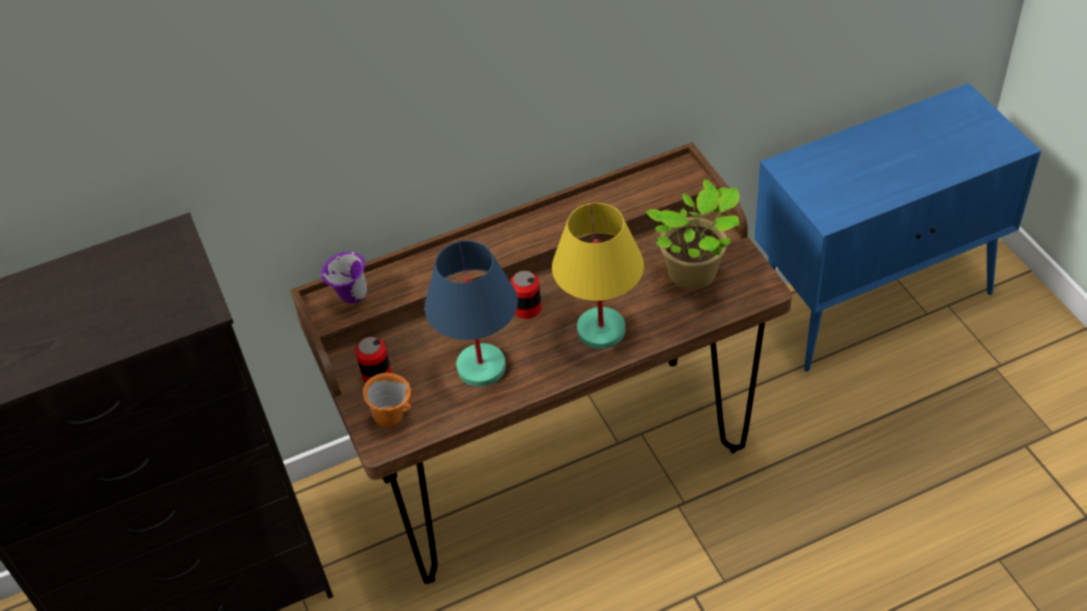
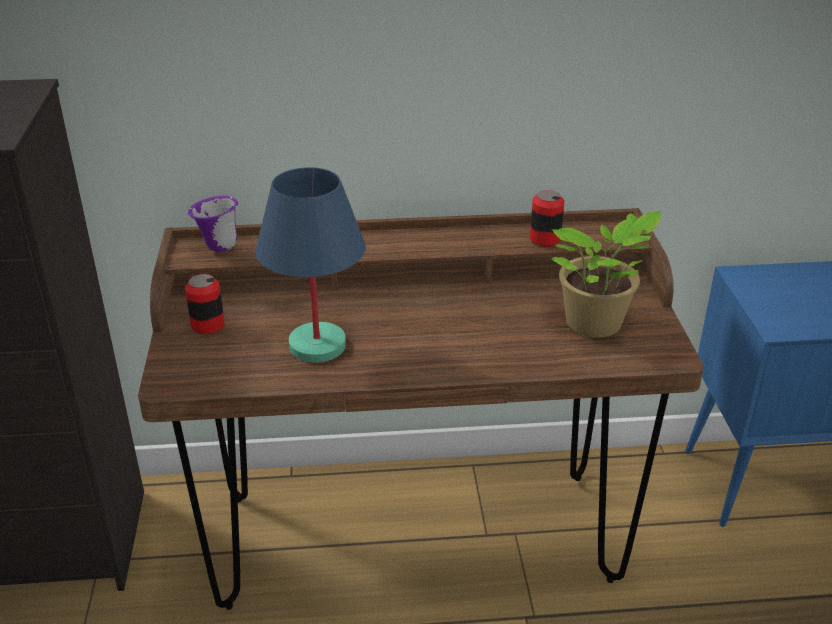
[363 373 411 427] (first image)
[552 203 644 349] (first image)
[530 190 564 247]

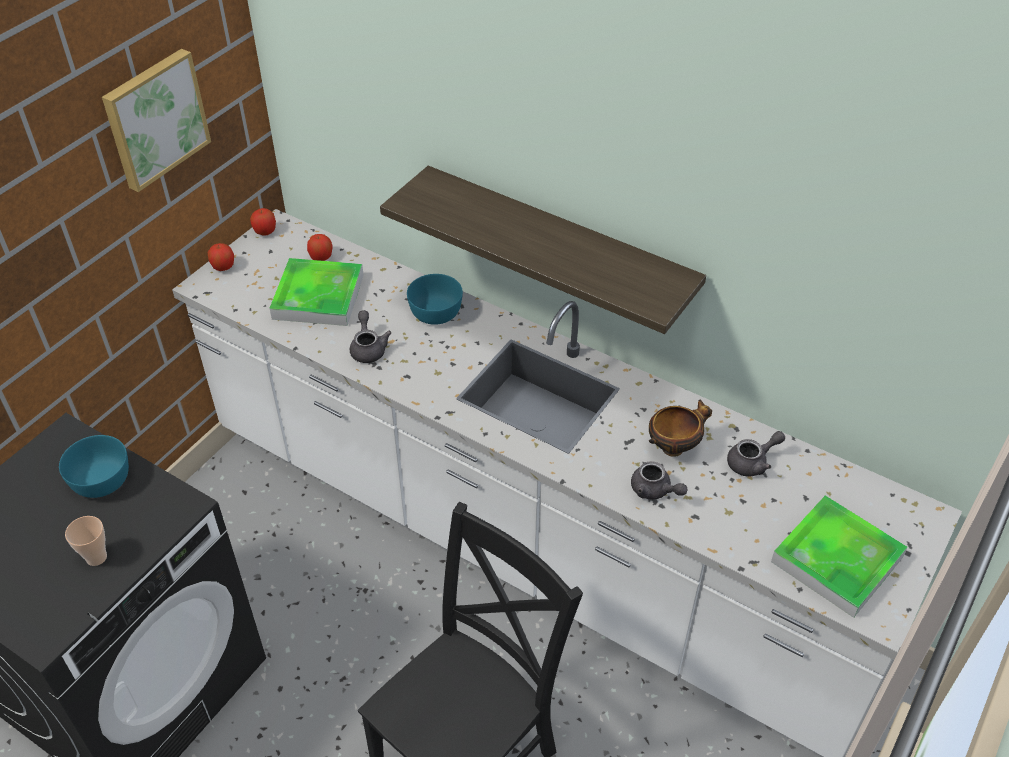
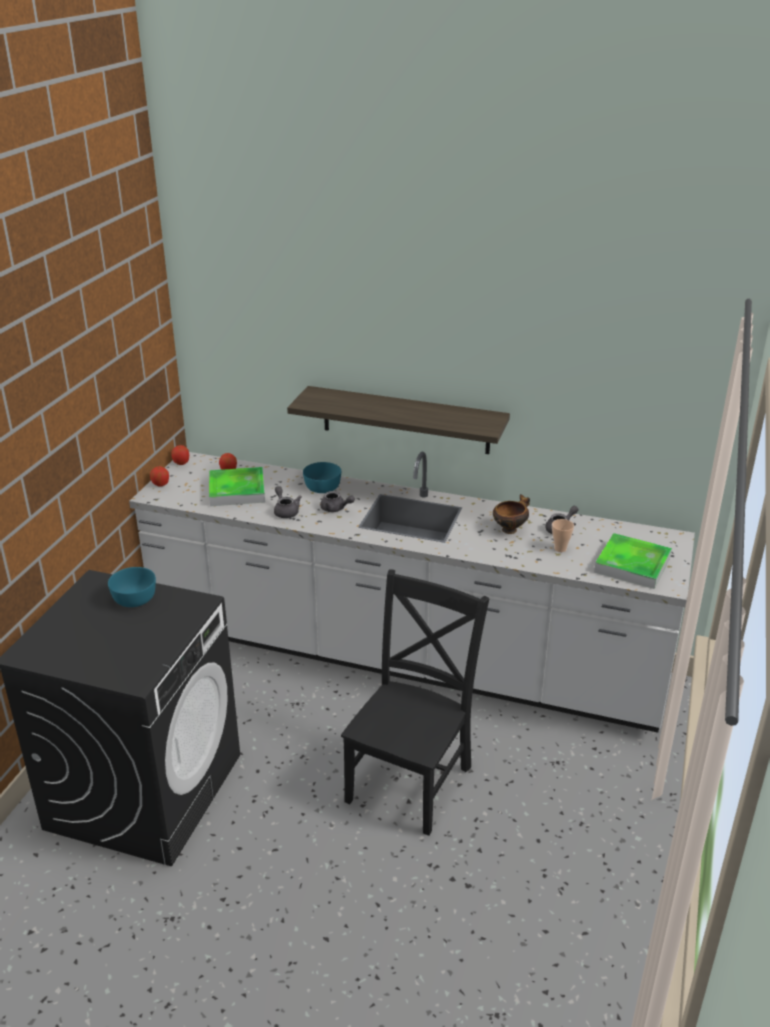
[102 49 211 192] (first image)
[552 519 574 552]
[320 491 355 512]

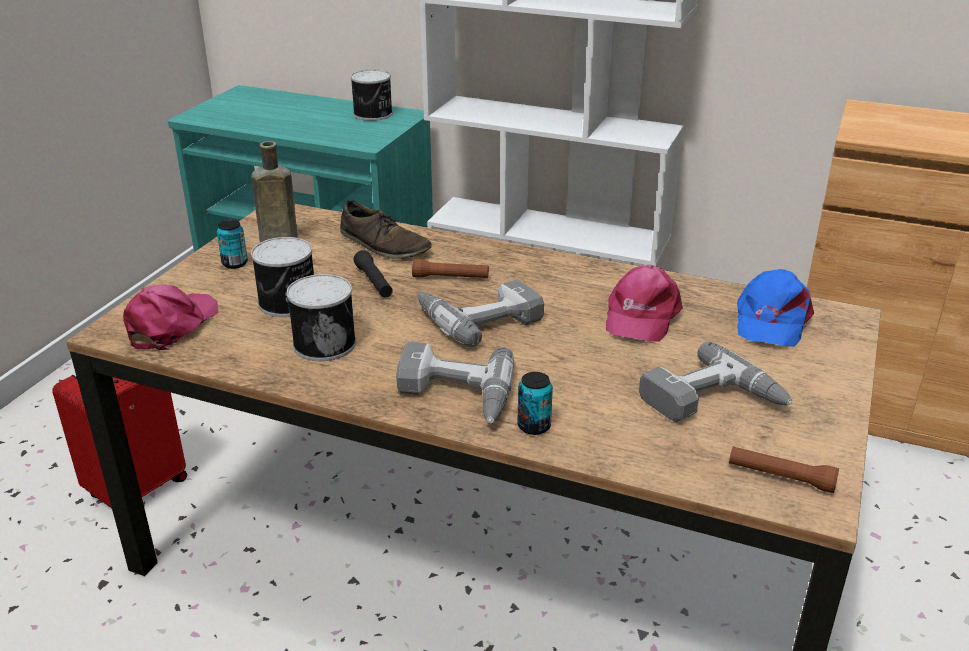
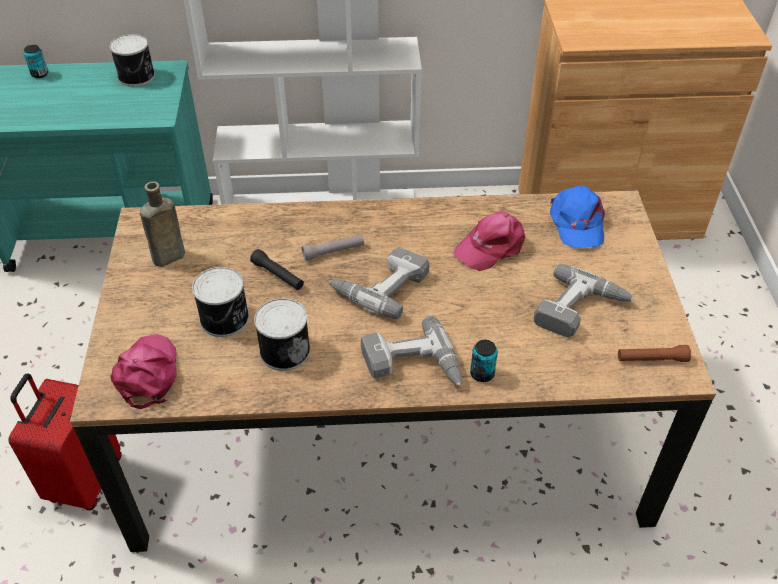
[340 200 432 259] (first image)
[24 45 48 78]
[302 235 364 261]
[453 211 526 271]

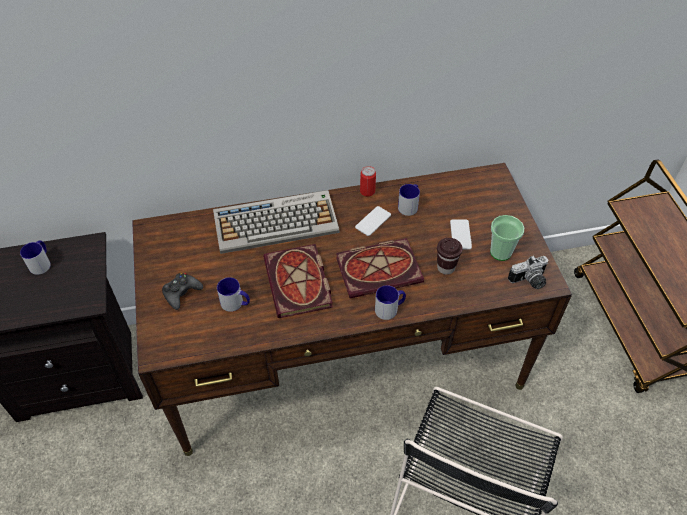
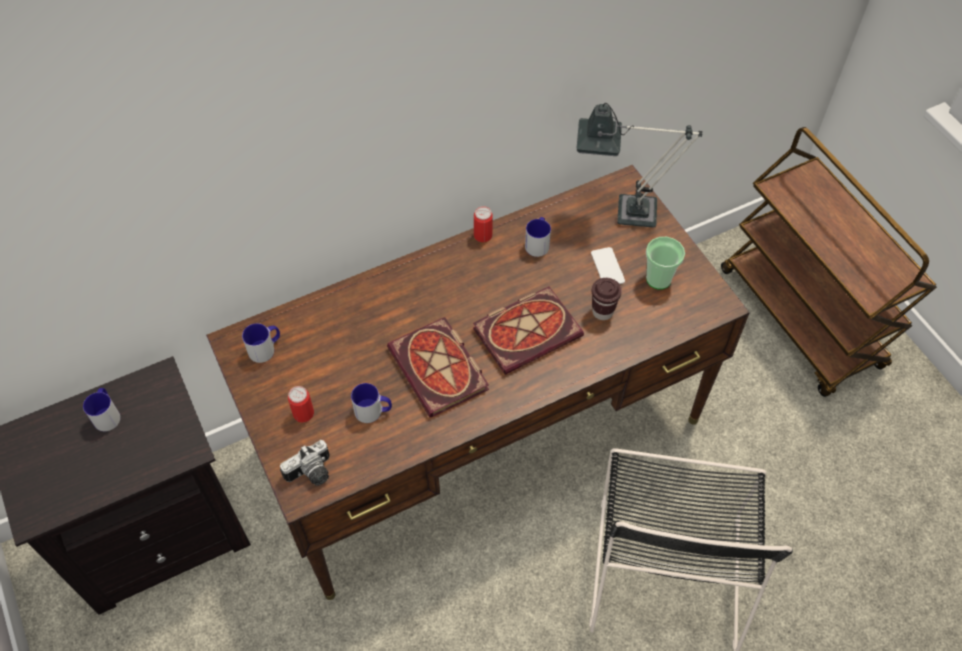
[213 190 339 254] (first image)
[355 206 391 236] (first image)
[576 103 702 228]
[242 323 280 363]
[280 440 330 486]
[288 386 314 423]

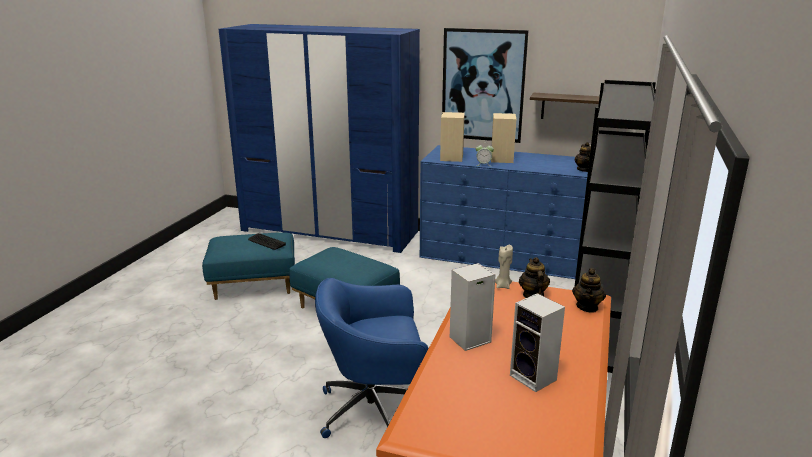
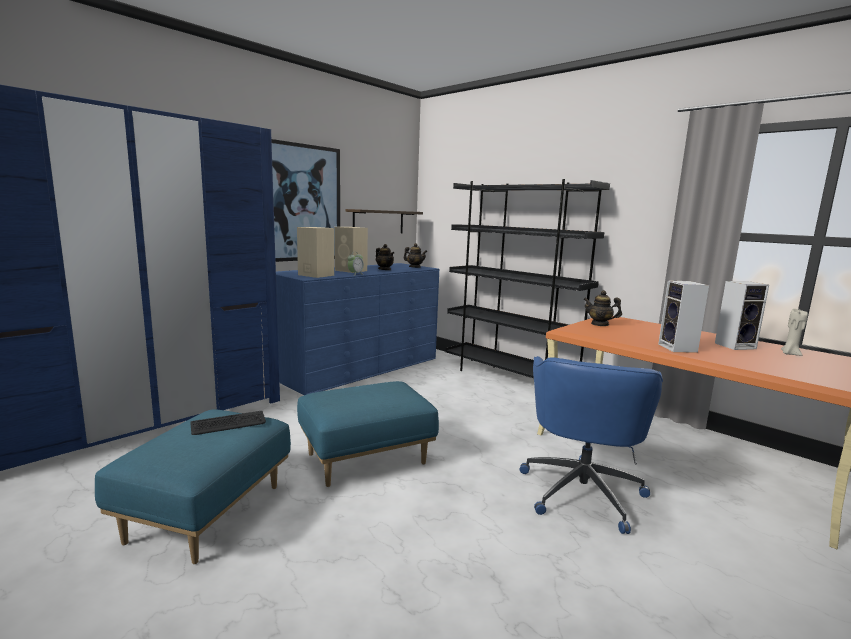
[781 309 808 356]
[376 244 394 270]

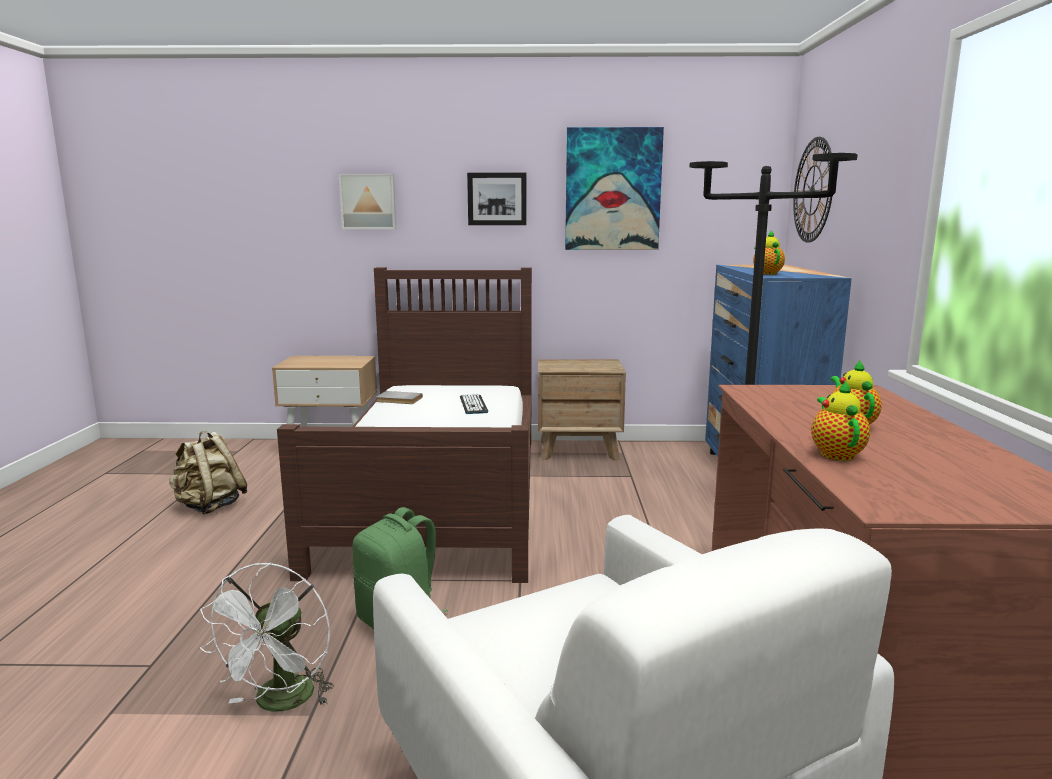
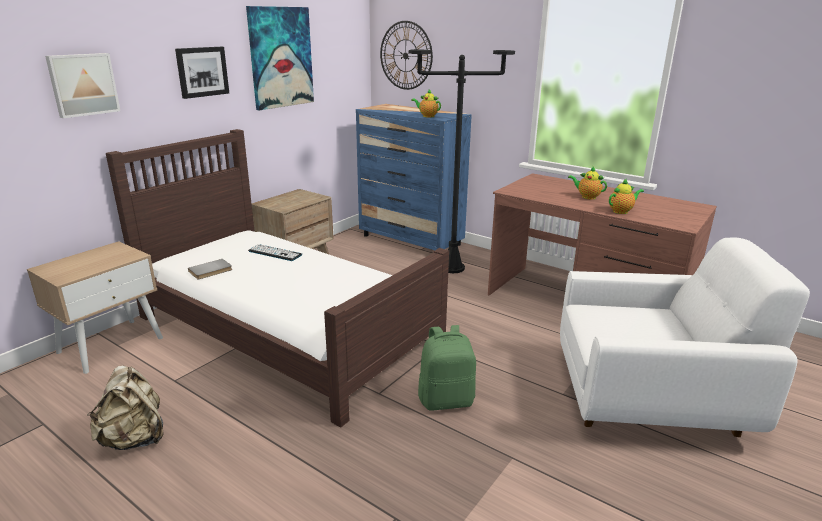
[199 562 334 712] (first image)
[609 179 644 214]

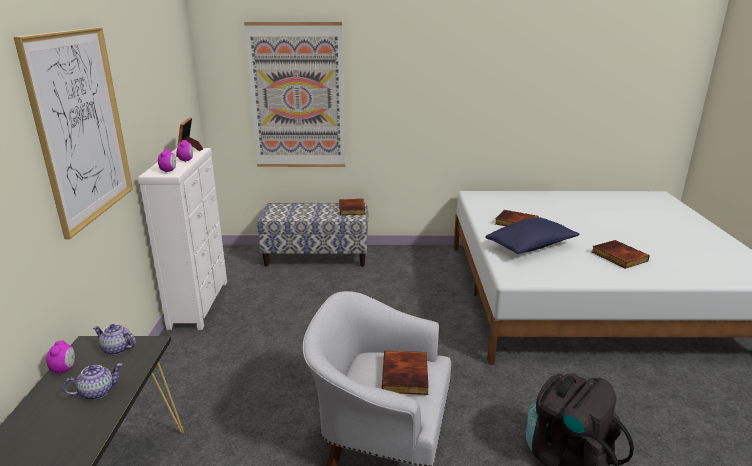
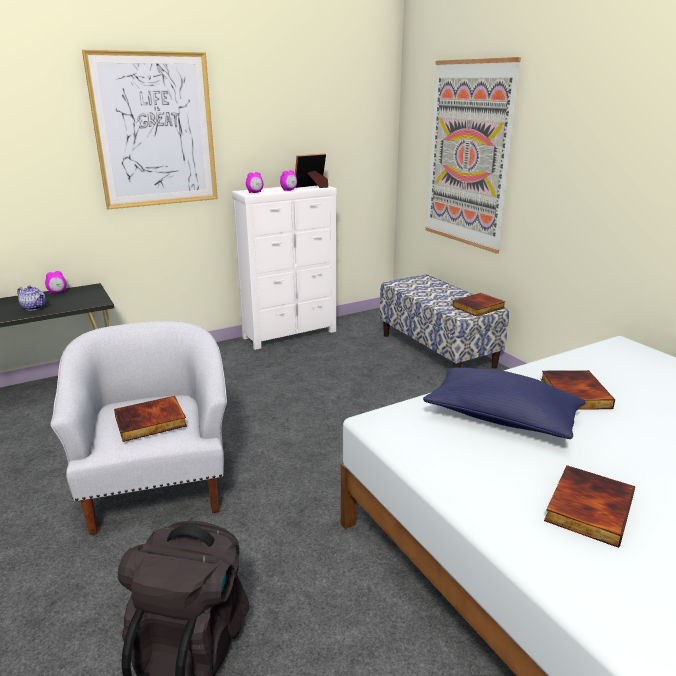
[93 324 136 355] (first image)

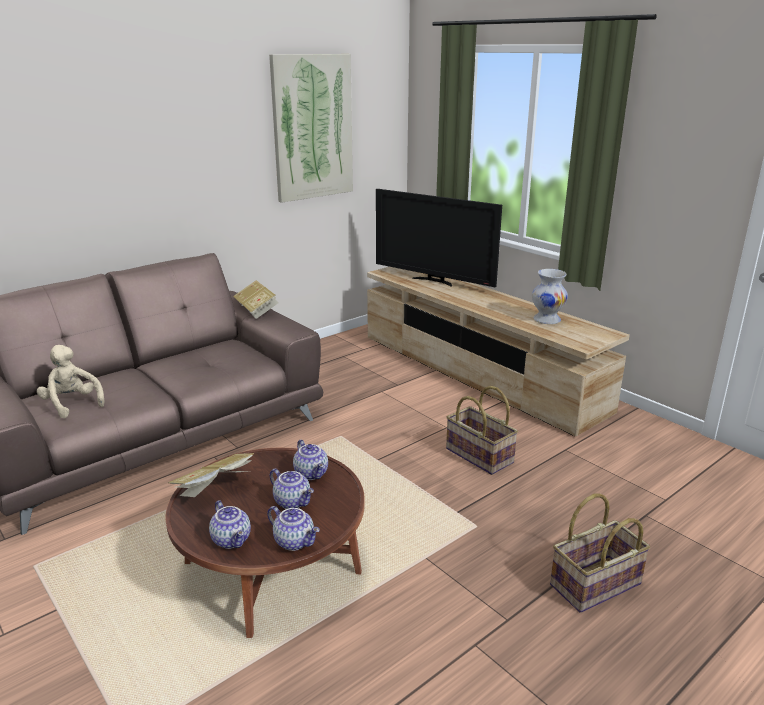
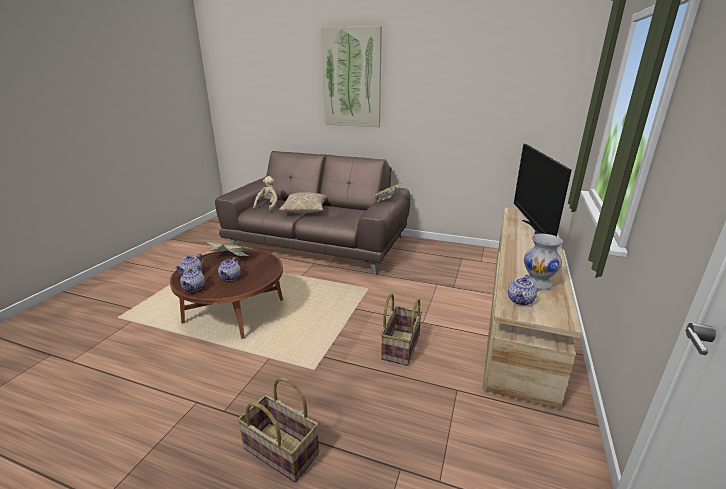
[279 192 327 213]
[321 26 382 127]
[508 275 537 306]

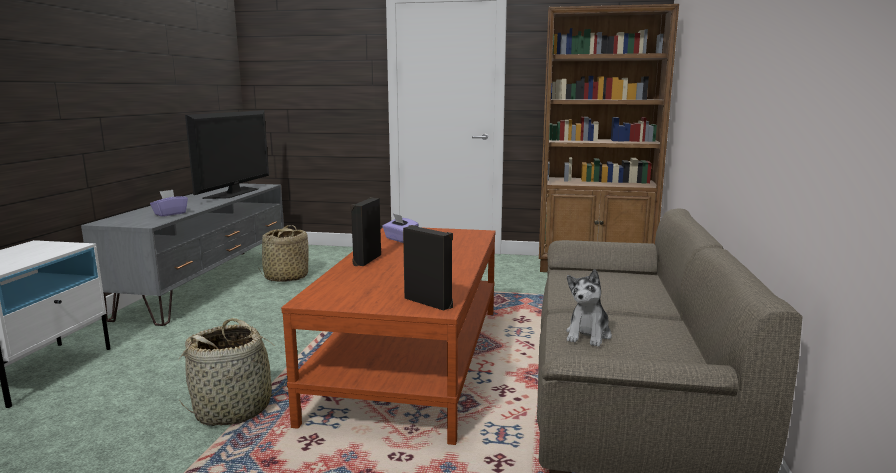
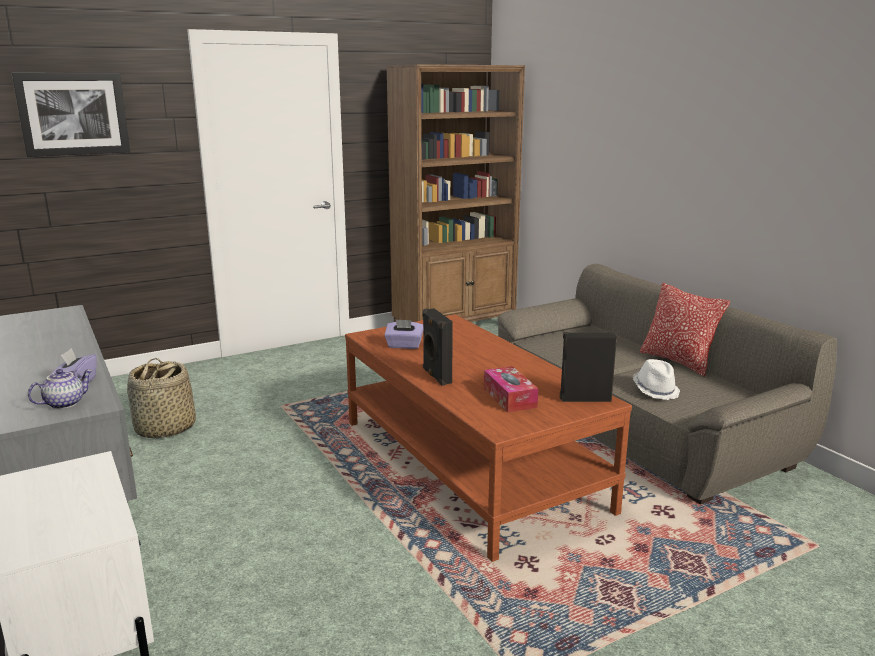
[179 318 287 426] (first image)
[185 110 269 199] (first image)
[12 73 130 157]
[28 369 93 409]
[484 366 538 412]
[640 283 730 377]
[633 359 680 400]

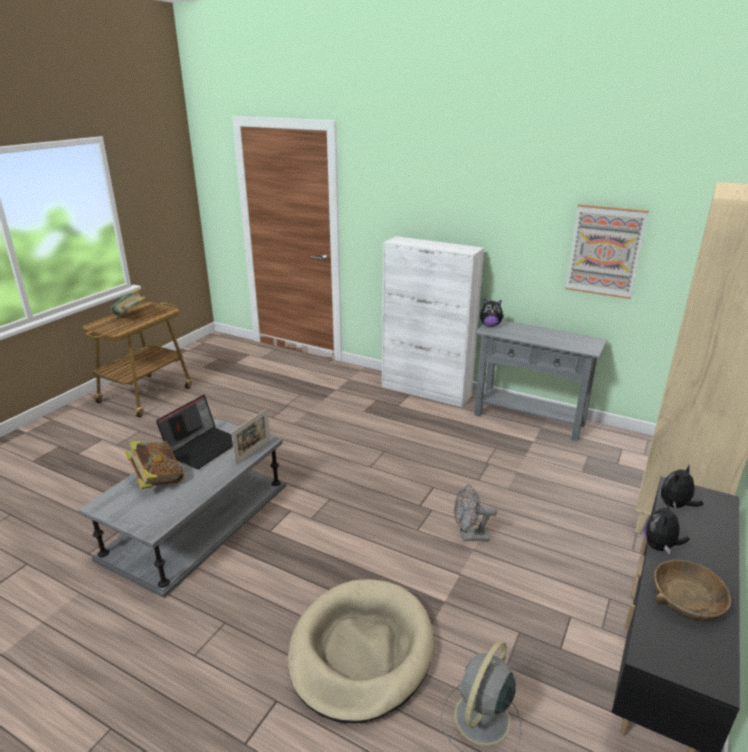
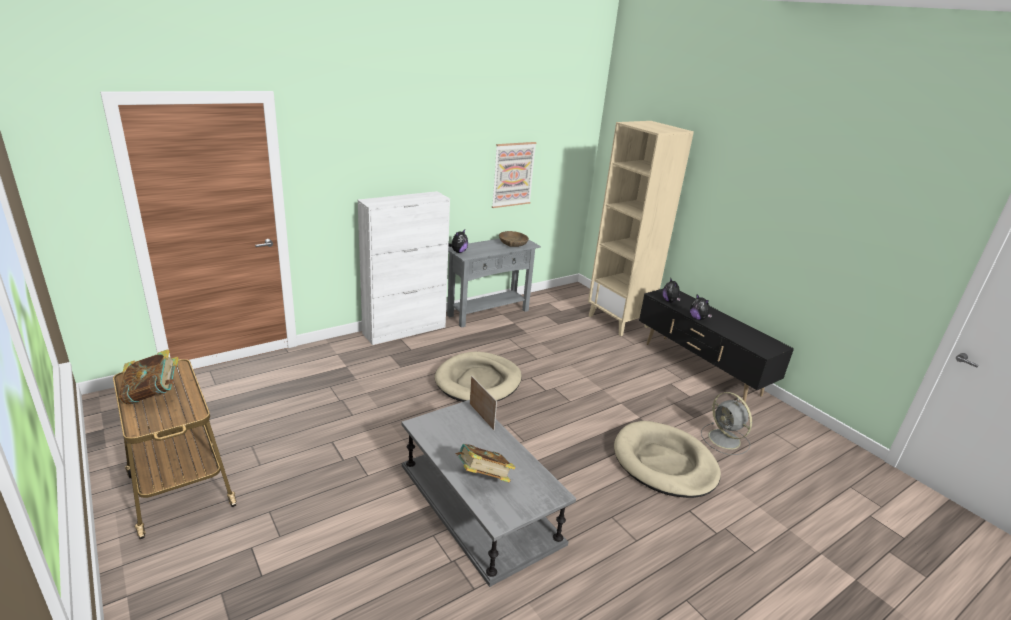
[156 395 233 469] (first image)
[454 484 497 541] (first image)
[434 352 522 402]
[499 231 529 247]

